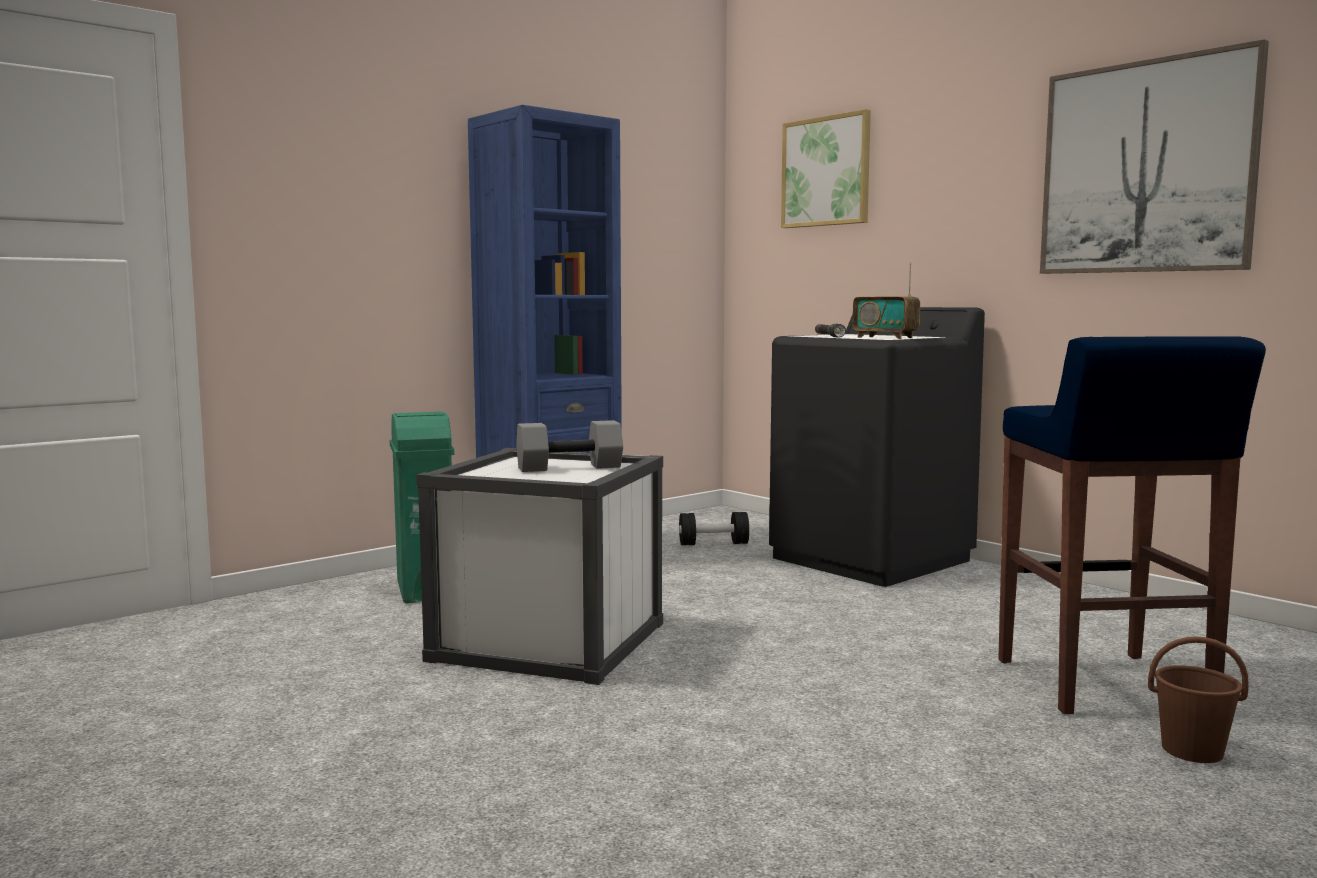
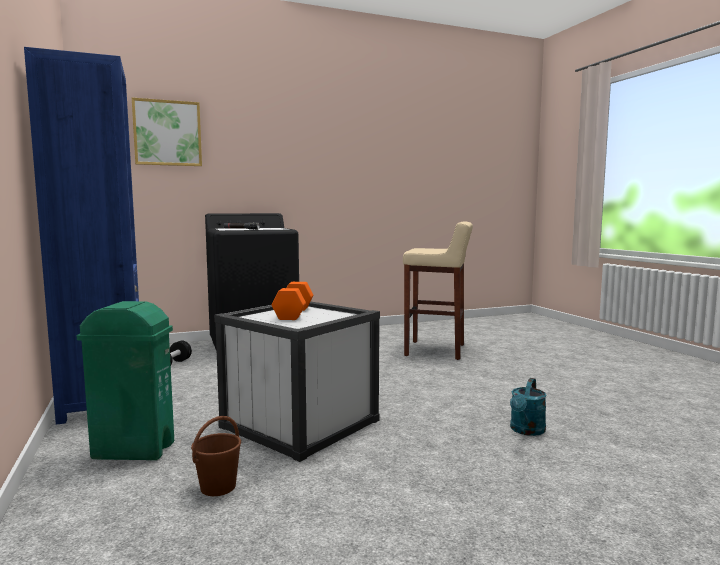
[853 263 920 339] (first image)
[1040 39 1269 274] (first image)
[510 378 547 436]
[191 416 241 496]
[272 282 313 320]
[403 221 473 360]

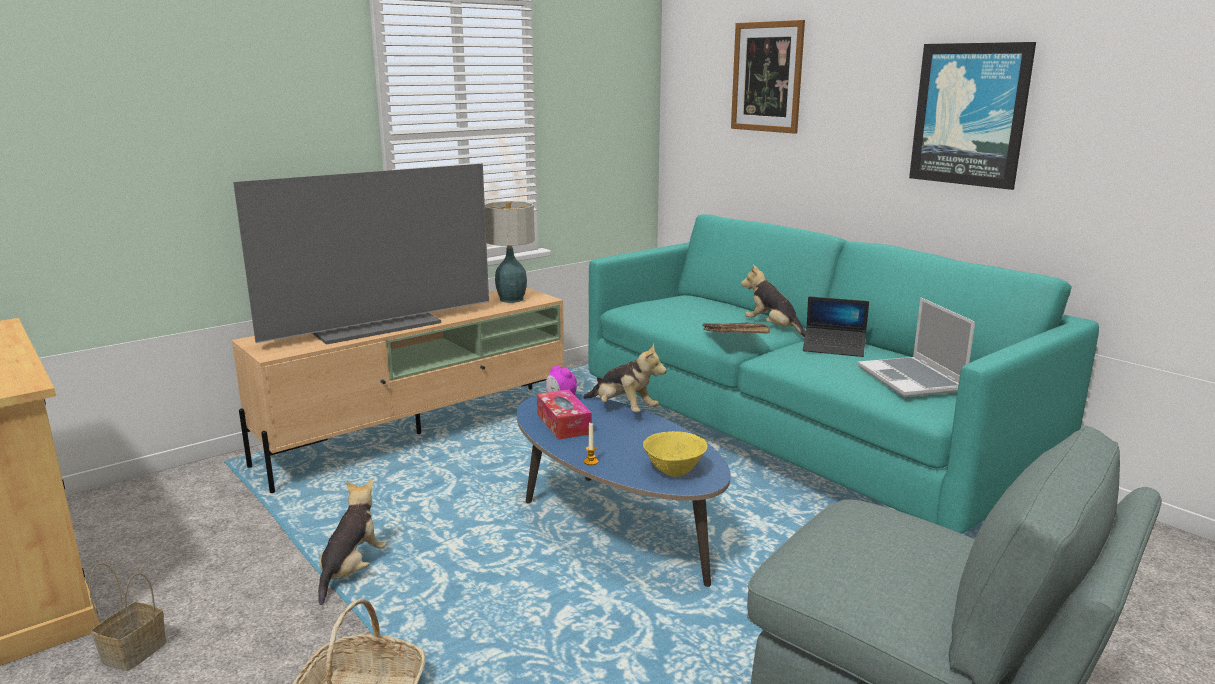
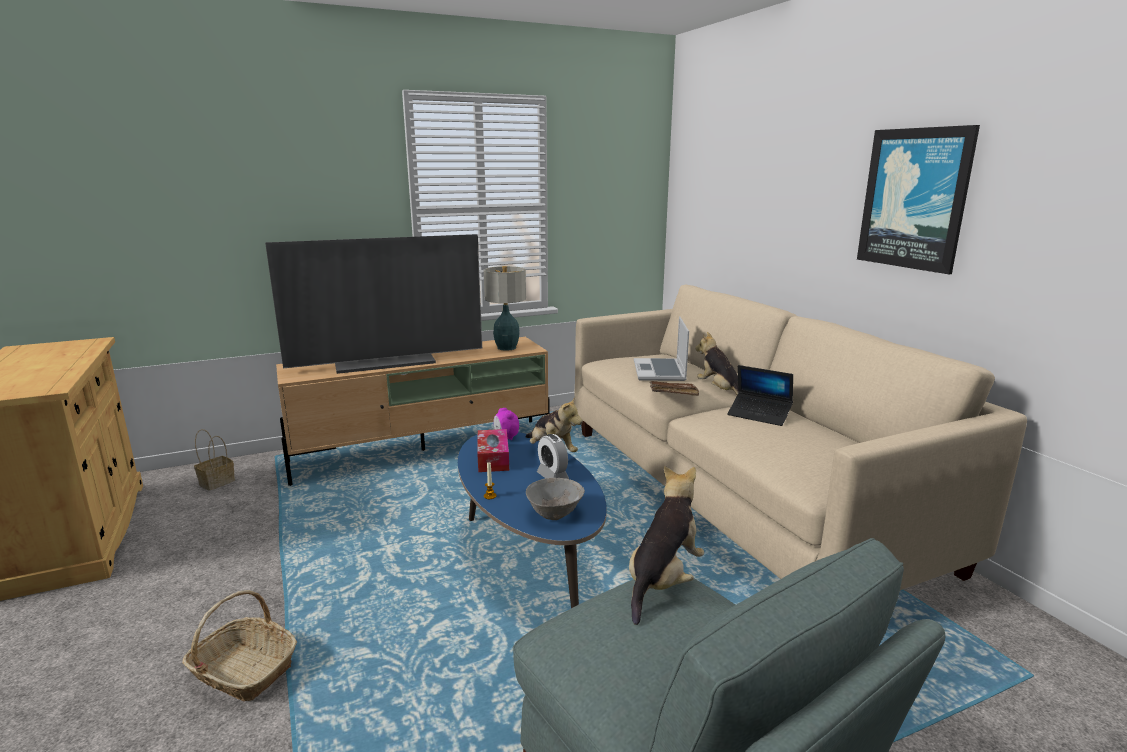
[731 20 805 134] (first image)
[537 434 569 479]
[194 429 235 491]
[629 466 704 625]
[634 316 689 381]
[574 285 1027 590]
[526 478 585 520]

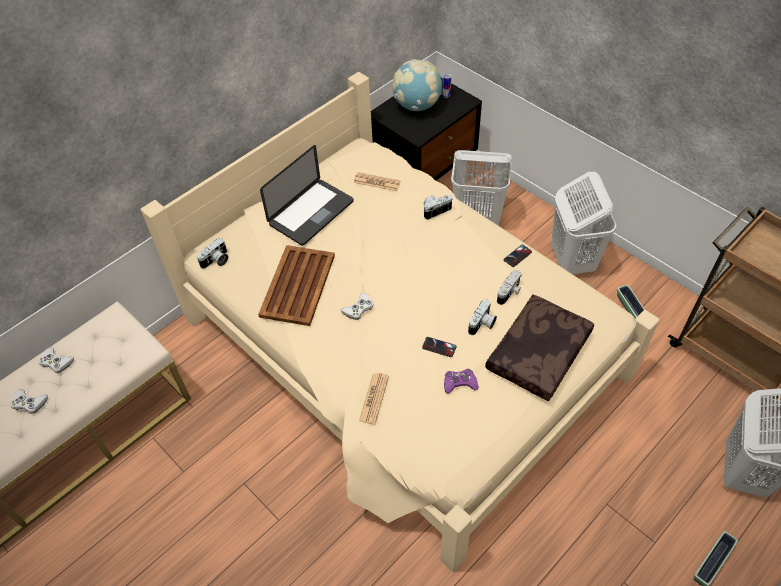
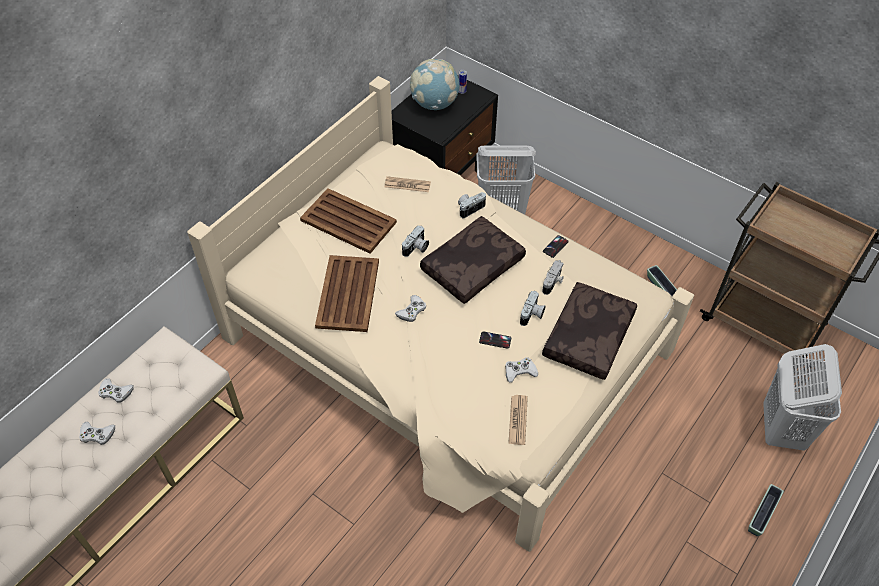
[551 172 616 274] (first image)
[420 216 526 304]
[402 226 429 257]
[508 395 528 445]
[300 188 397 254]
[505 357 538 383]

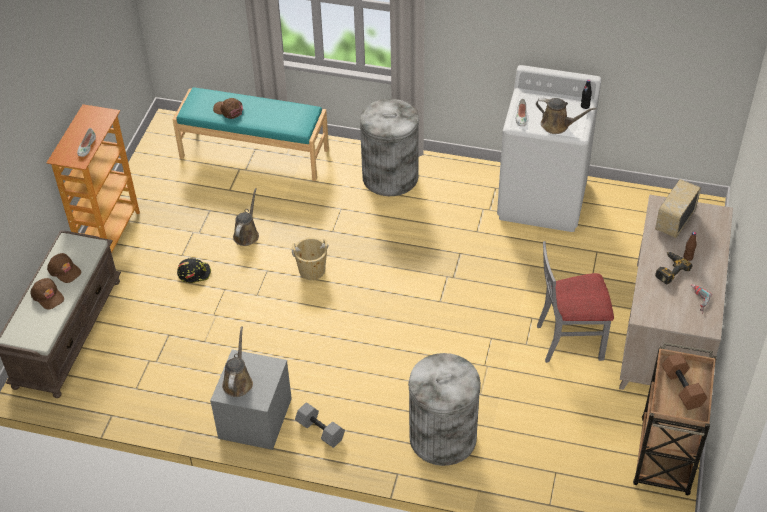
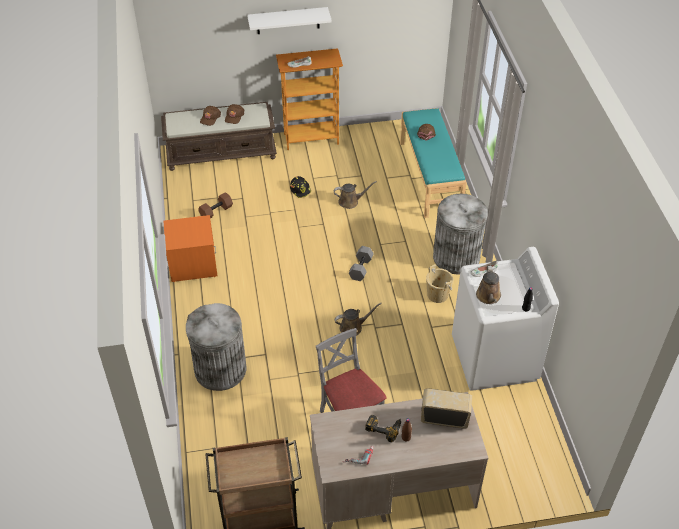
[247 7 332 34]
[335 303 382 336]
[426 264 453 303]
[349 246 374 281]
[198 192 233 219]
[163 215 218 282]

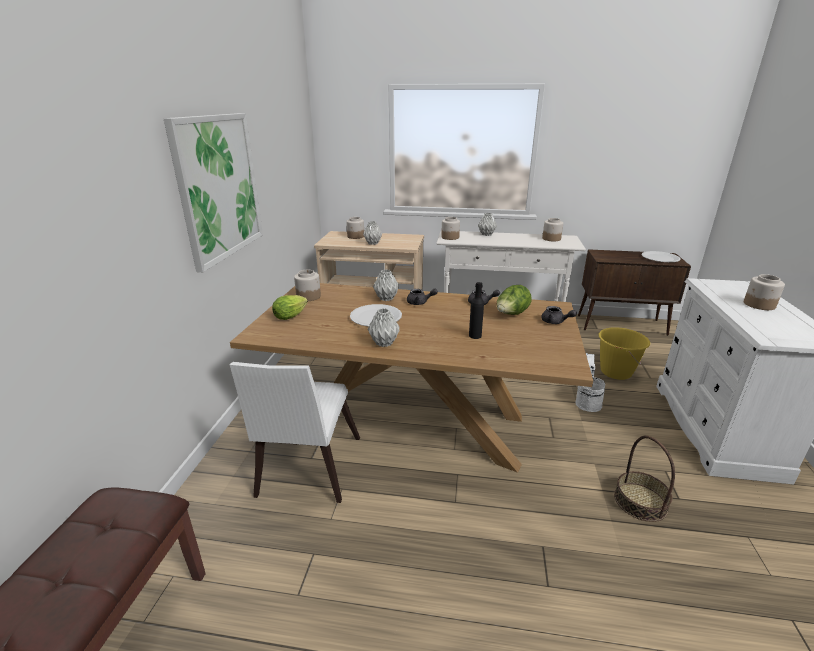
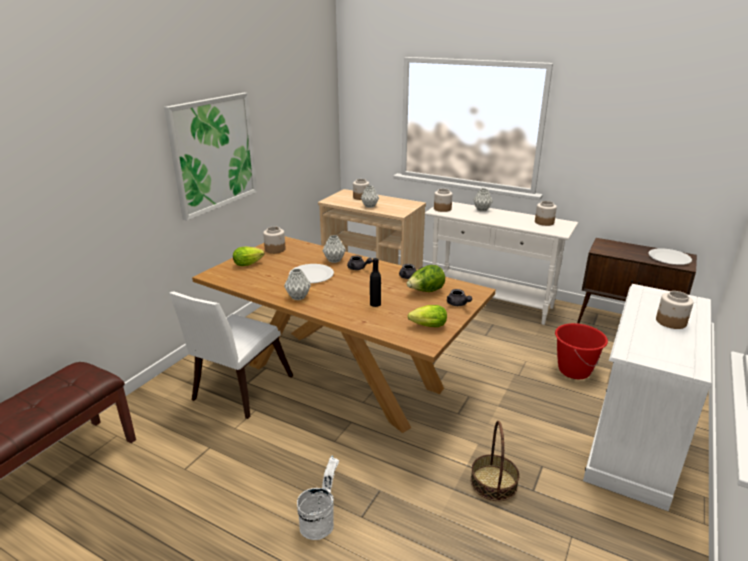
[407 305 447 327]
[297 455 339 540]
[555 323 608 379]

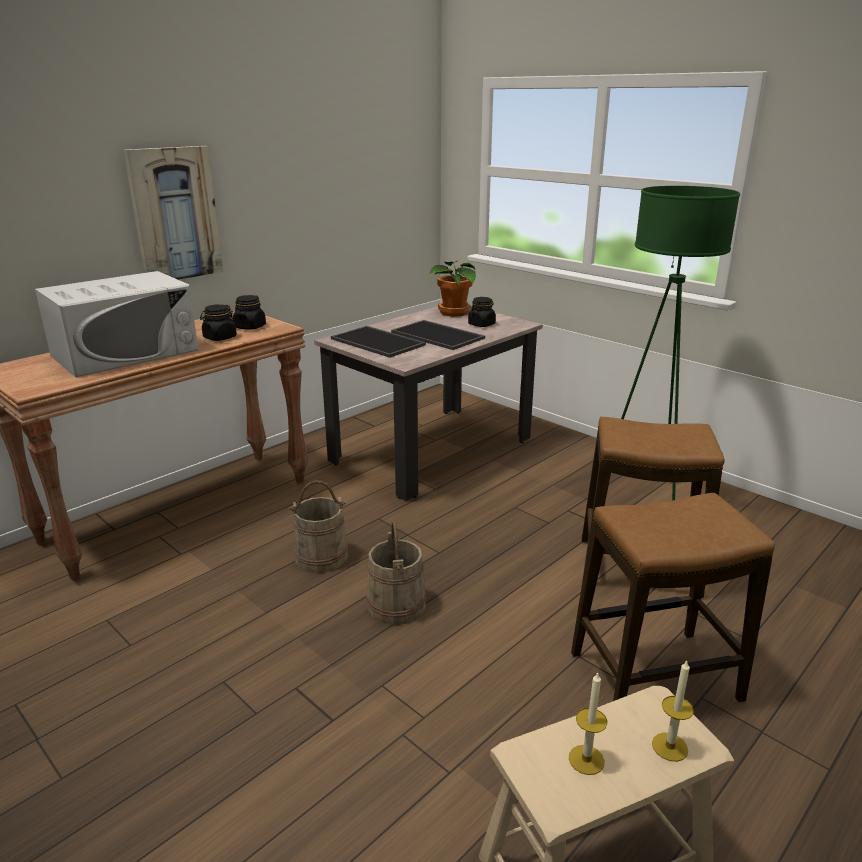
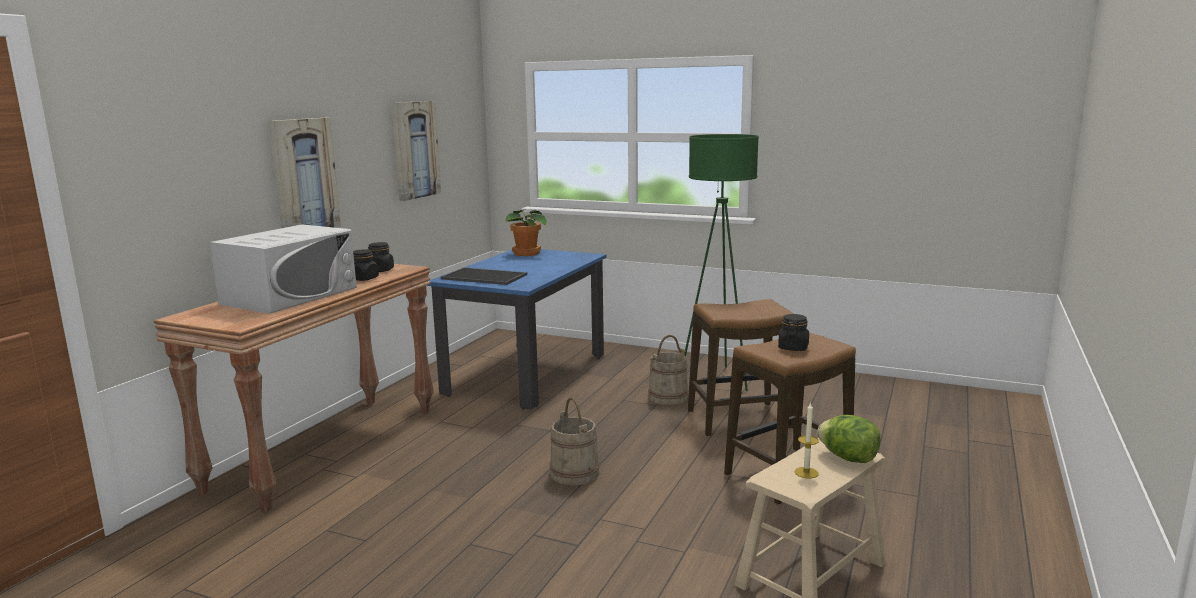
[391 320 485 350] (first image)
[392 101 441 201]
[648 335 689 405]
[778 314 809 351]
[817 415 881 463]
[426 249 607 410]

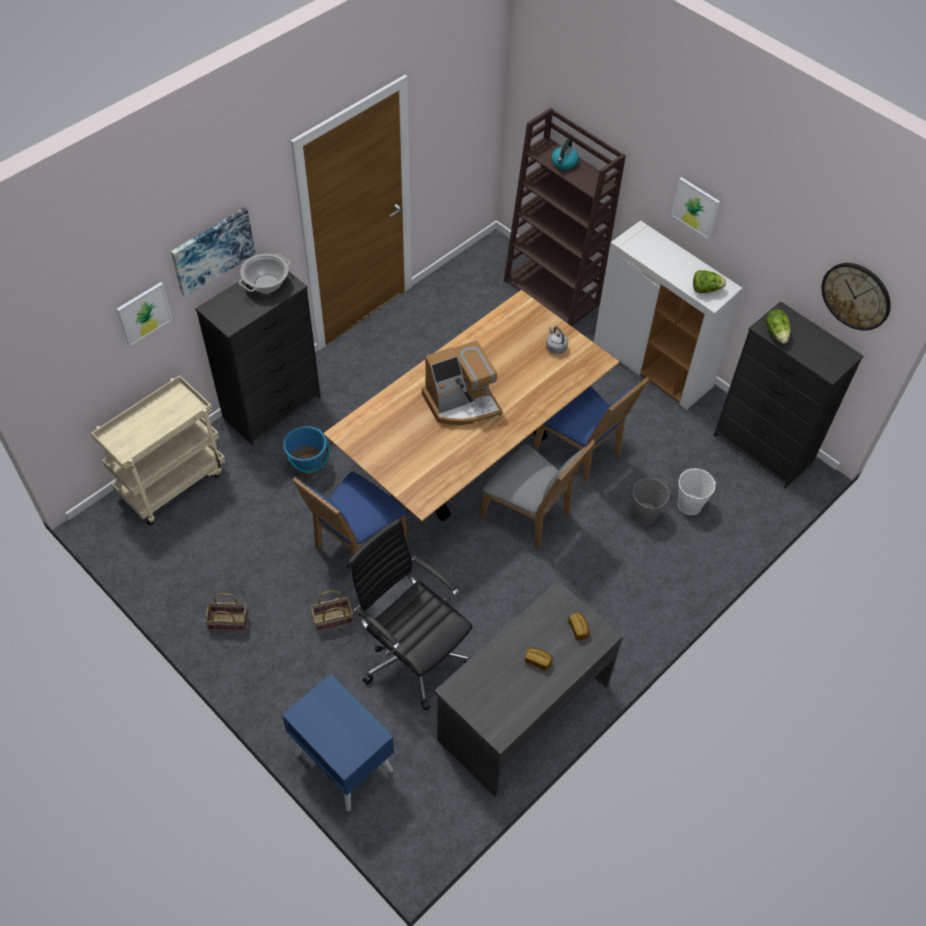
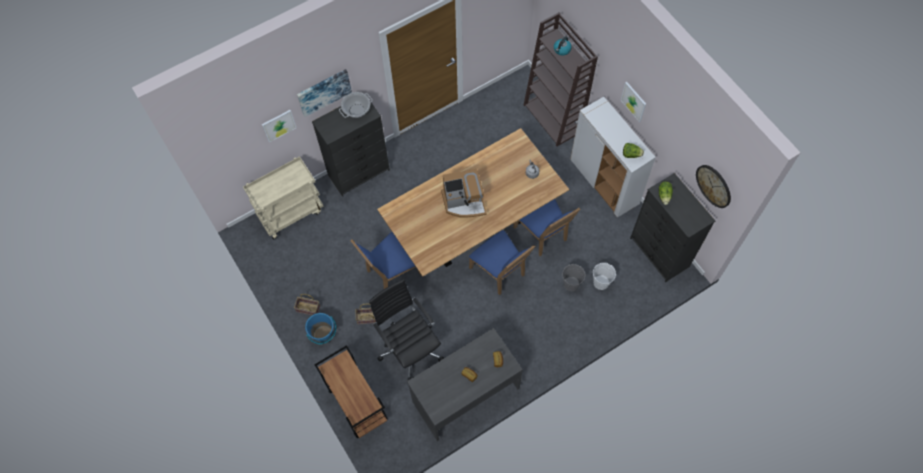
[305 313 336 344]
[314 345 387 438]
[469 230 536 295]

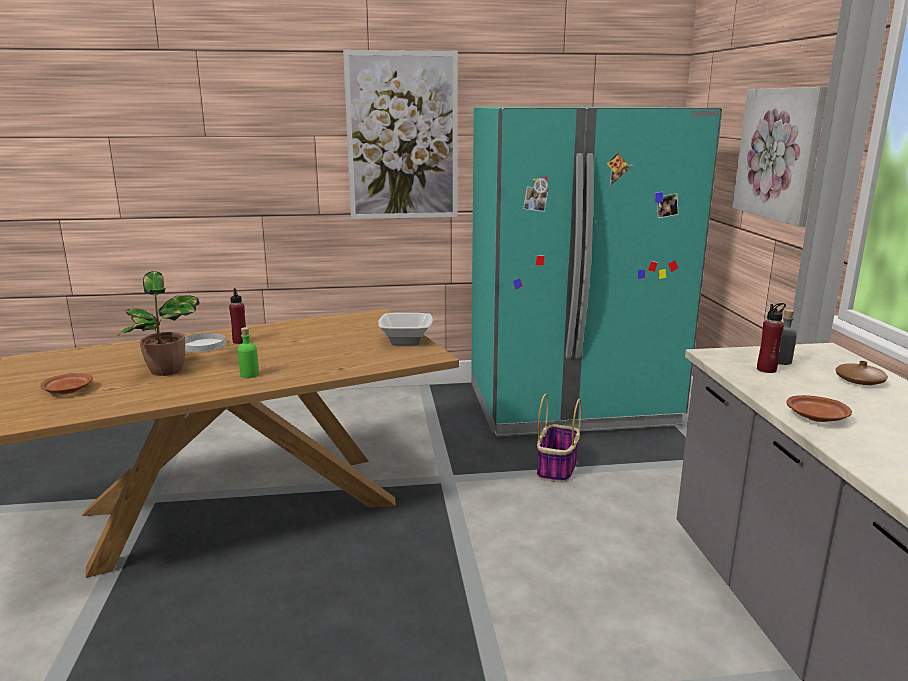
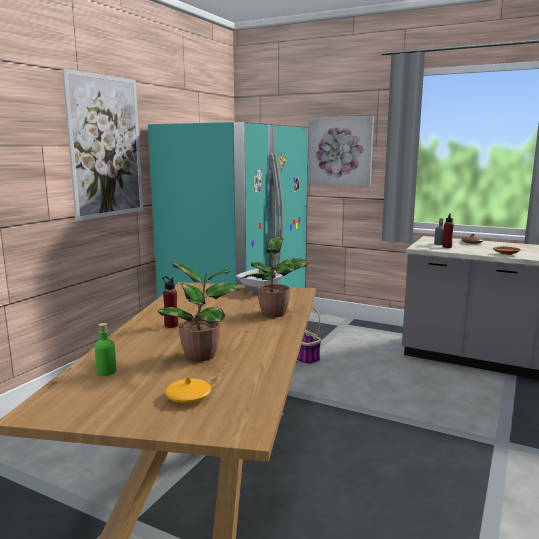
[185 333 226 352] (first image)
[239 236 308 317]
[94 323 117 376]
[166 378 211 403]

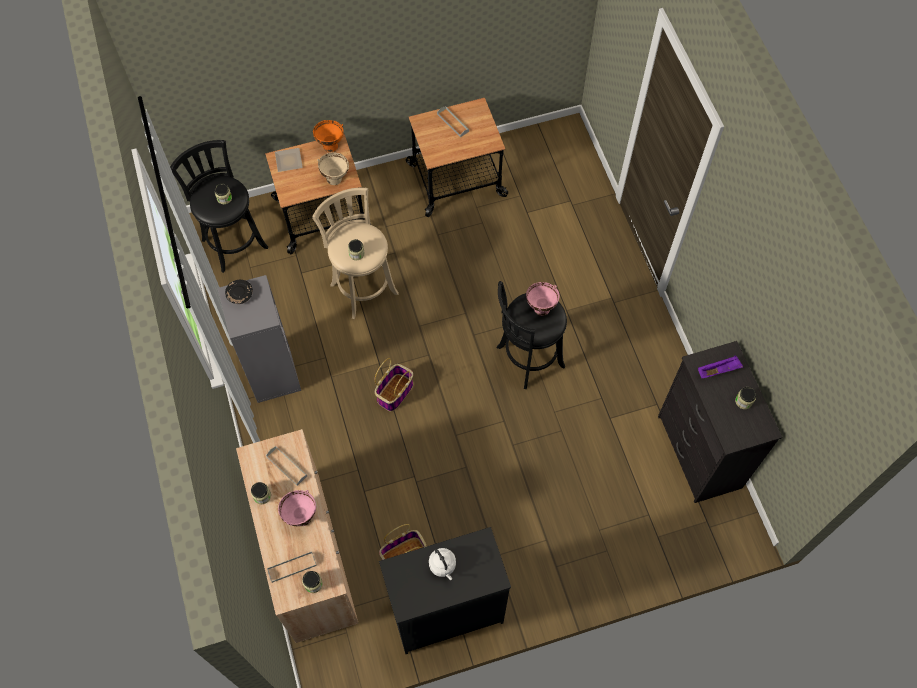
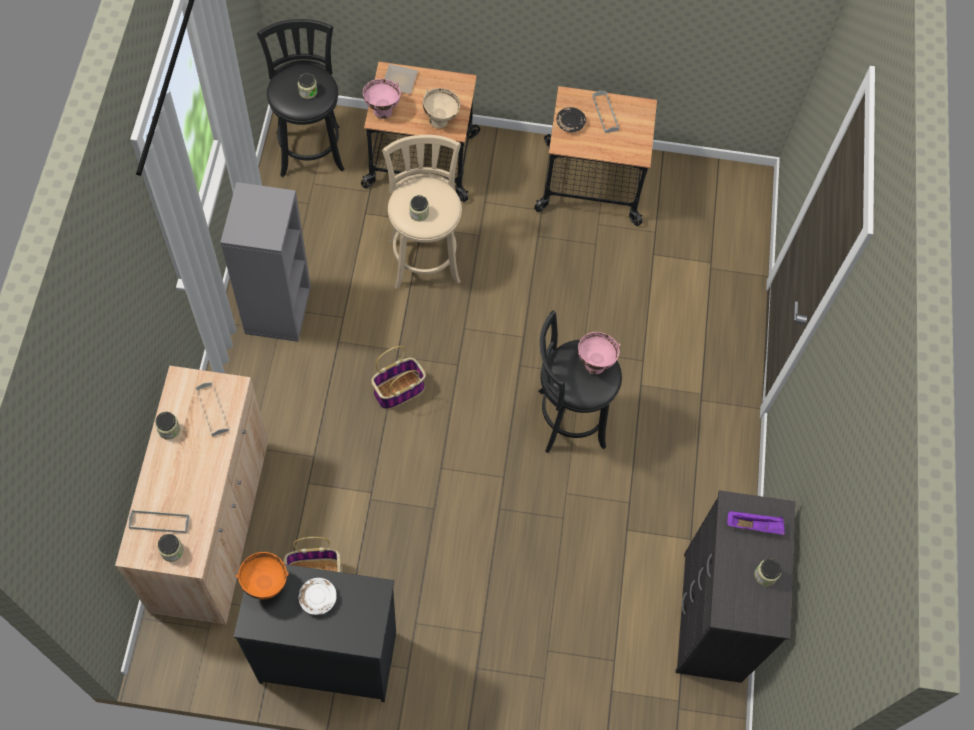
[556 107 586 133]
[363 79 401 119]
[236 552 289 599]
[298 578 337 615]

